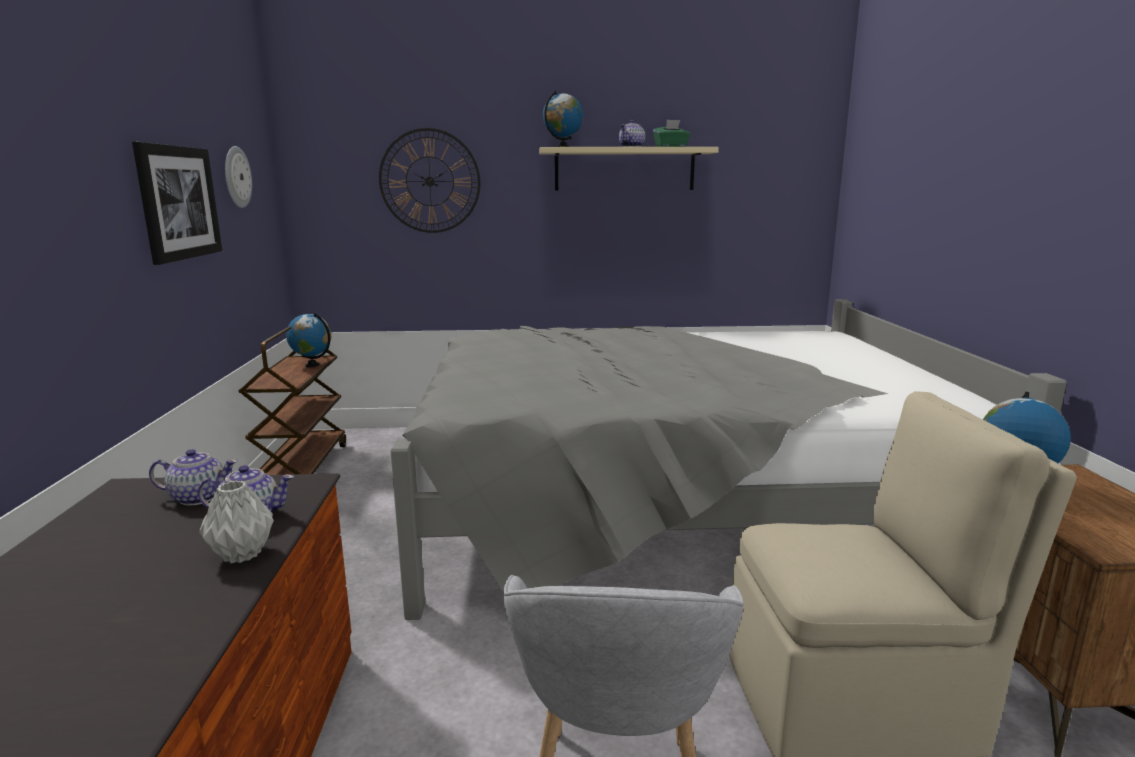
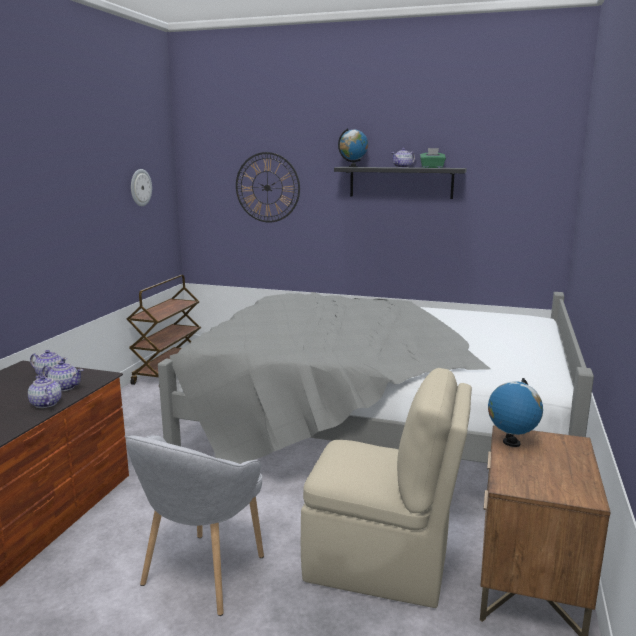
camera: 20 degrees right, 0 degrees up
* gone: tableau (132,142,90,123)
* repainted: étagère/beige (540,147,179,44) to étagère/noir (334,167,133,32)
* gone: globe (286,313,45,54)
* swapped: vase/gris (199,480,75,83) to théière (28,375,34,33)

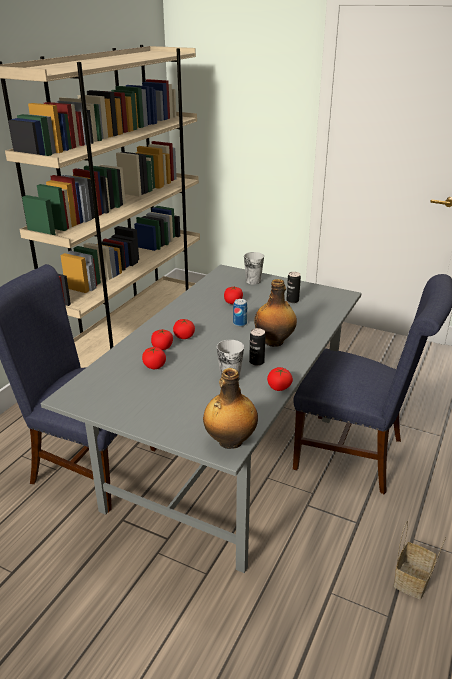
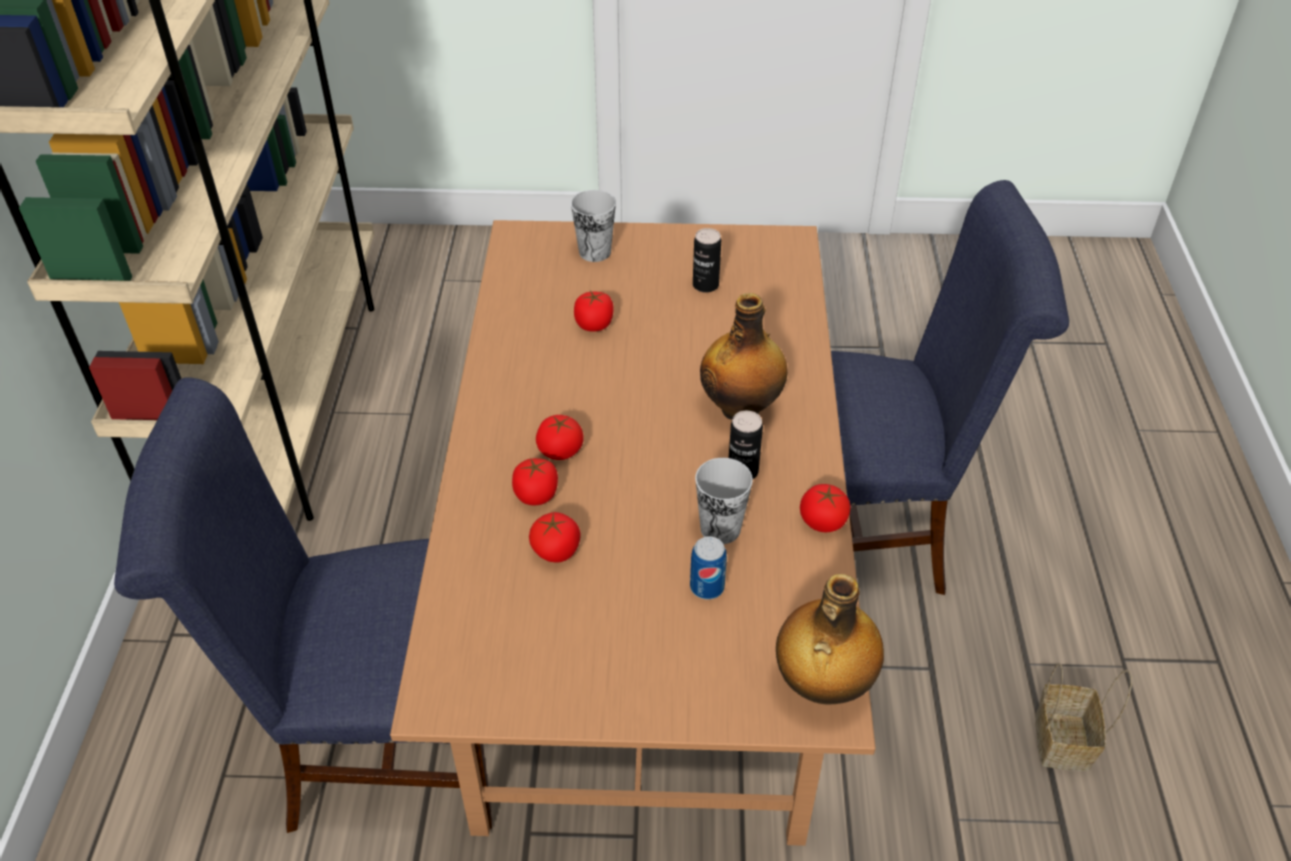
camera: 25 degrees left, 15 degrees up
* repainted: table à manger/gris (41,264,320,309) to table à manger/marron (390,220,486,626)
* shifted: boîte métallique (233,299,14,28) to (690,536,37,64)

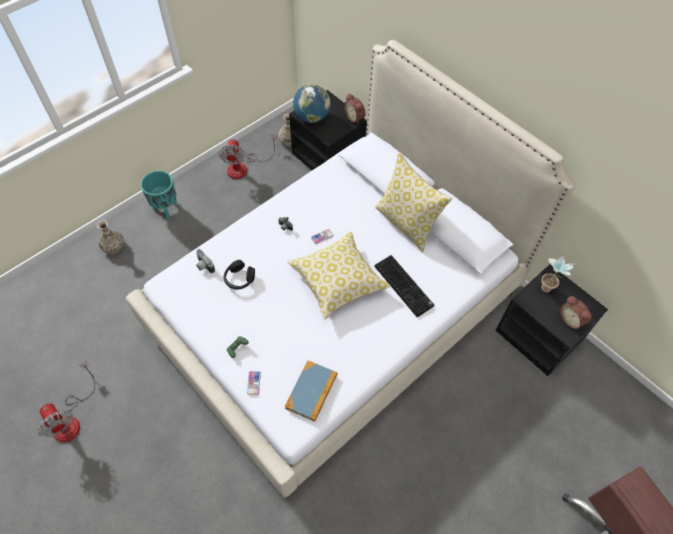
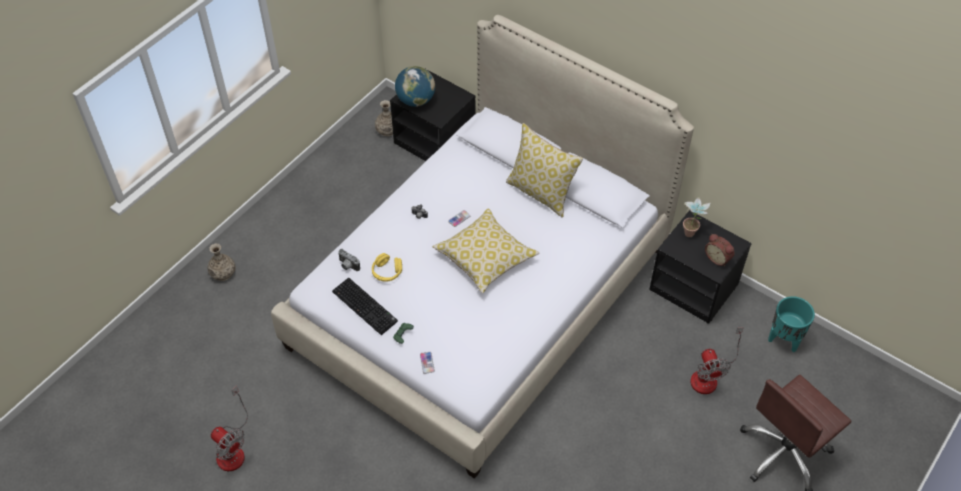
camera: 10 degrees left, 5 degrees down
* gone: réveil (344,94,22,30)
* shifted: ventilateur (219,134,58,45) to (690,327,54,67)
* shifted: cache-pot/turquoise (141,171,36,49) to (768,296,47,57)
* shifted: clavier (374,255,60,62) to (332,278,66,57)
* repainted: casque audio/noir (224,260,31,30) to casque audio/jaune (372,253,30,29)
* gone: livre (285,360,53,62)

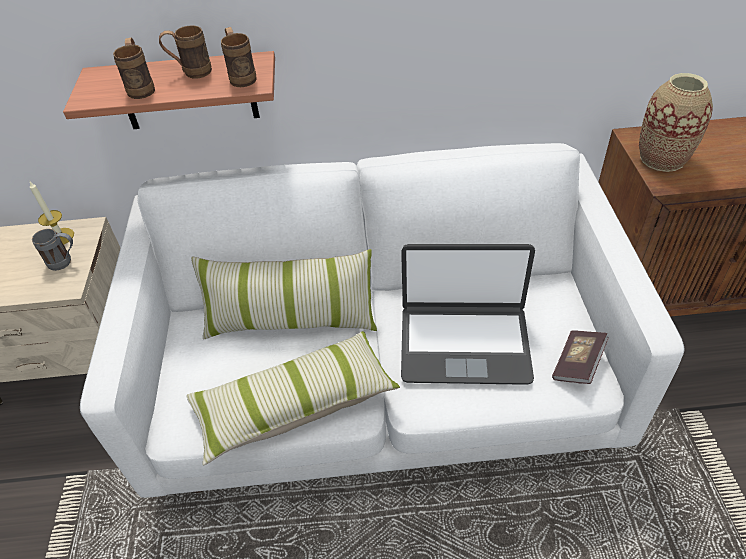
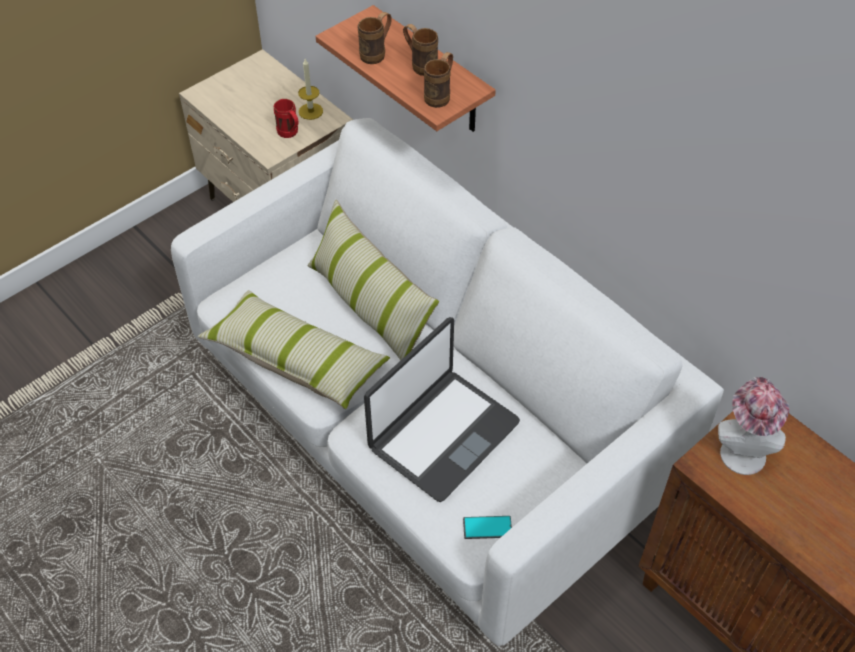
camera: 50 degrees right, 5 degrees up
* swapped: vase (639,73,74,99) to chapeau (718,377,71,98)
* repainted: mug/gris (32,229,41,42) to mug/rouge (274,99,25,39)
* rotated: ordinateur portable (401,244,134,141) = (364,317,156,185) 105 degrees counterclockwise
* swapped: livre (552,330,57,54) to téléphone (463,516,49,23)

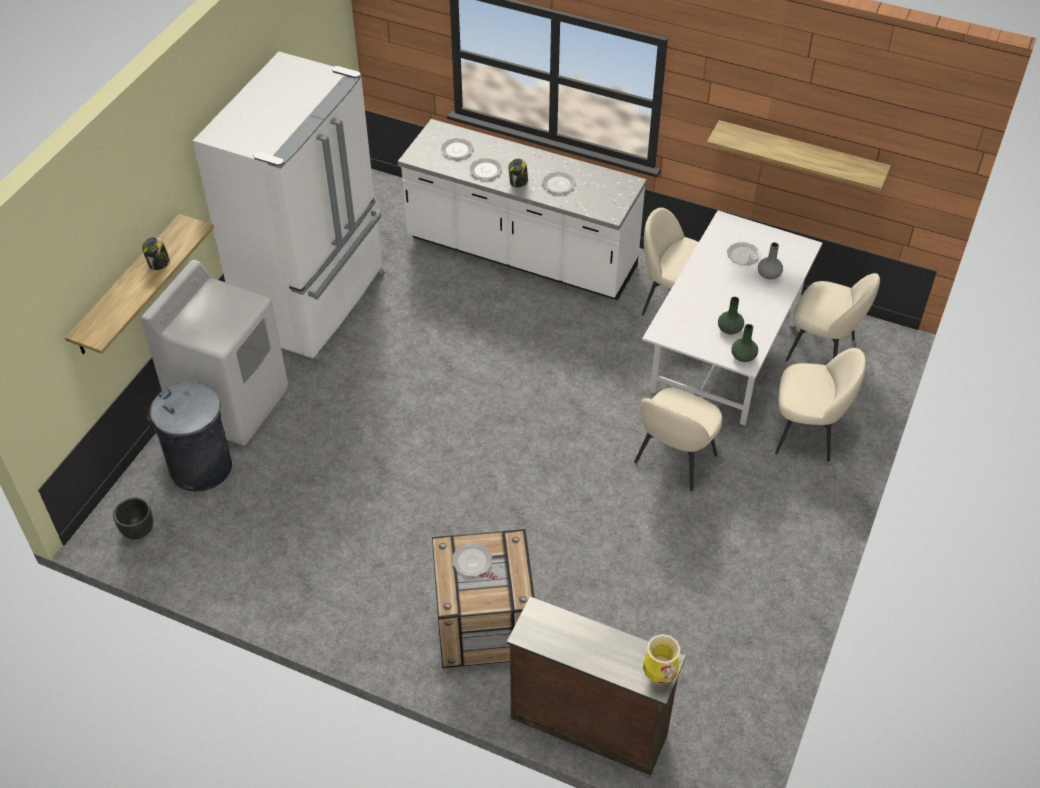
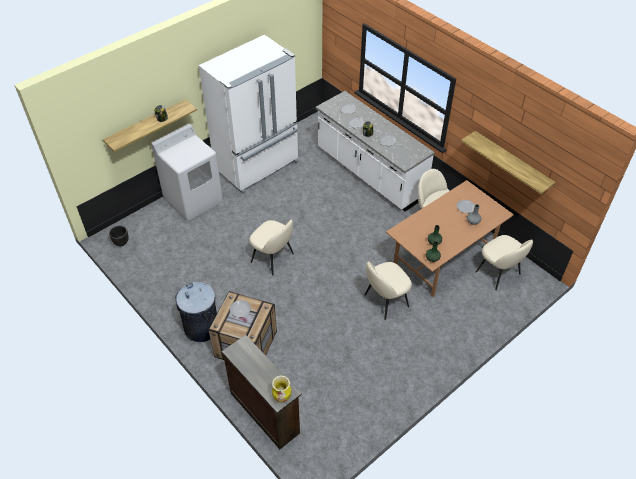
camera: 25 degrees right, 0 degrees up
* repainted: table à manger/blanc (642,210,180,215) to table à manger/marron (386,180,128,117)
* shifted: chaise/beige (775,348,91,114) to (249,219,45,56)
* shifted: poubelle/gris (146,382,86,109) to (175,282,42,60)

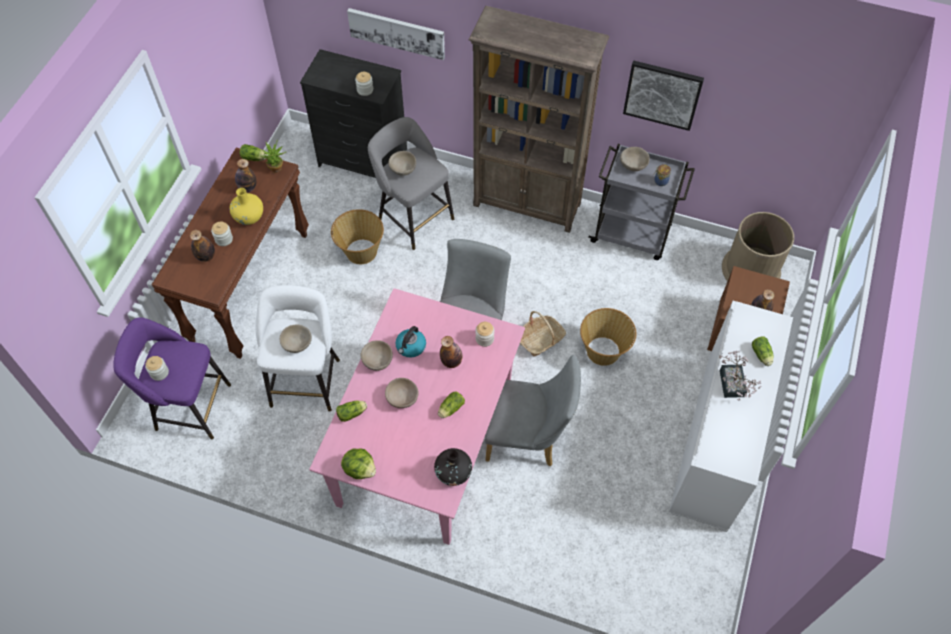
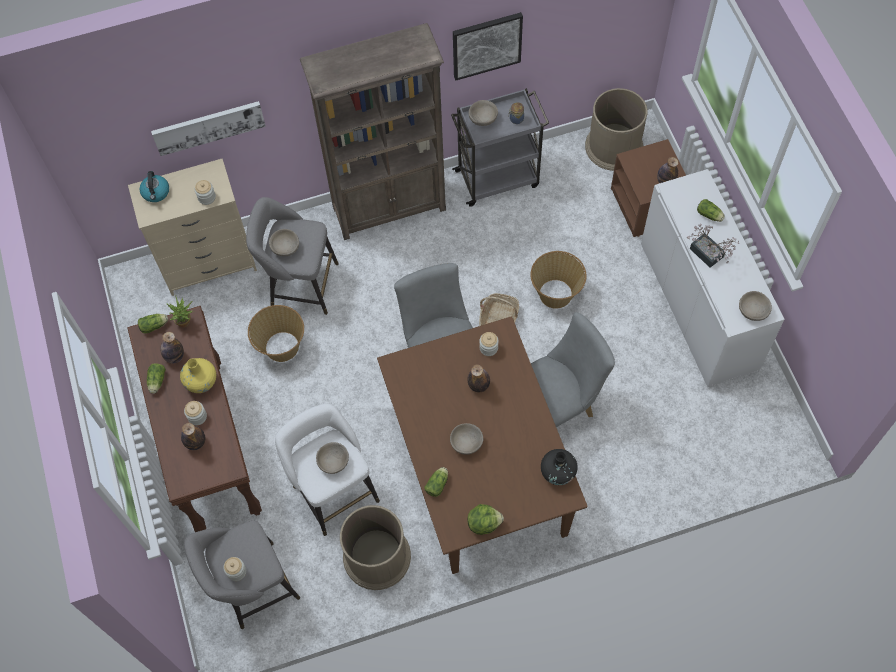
camera: 35 degrees left, 5 degrees up
* repainted: commode/noir (300,49,107,129) to commode/beige (128,159,129,137)
* repainted: table à manger/rose (309,288,216,257) to table à manger/marron (377,317,211,257)
* repainted: tabouret/violet (113,317,118,123) to tabouret/gris (184,520,116,109)
* shifted: bouilloire (396,326,30,32) to (140,171,29,31)
* shifted: bol/beige (361,340,32,31) to (739,291,33,30)
* shifted: laitue (438,391,27,27) to (147,363,19,31)
* new: poubelle/marron (340,505,71,85)

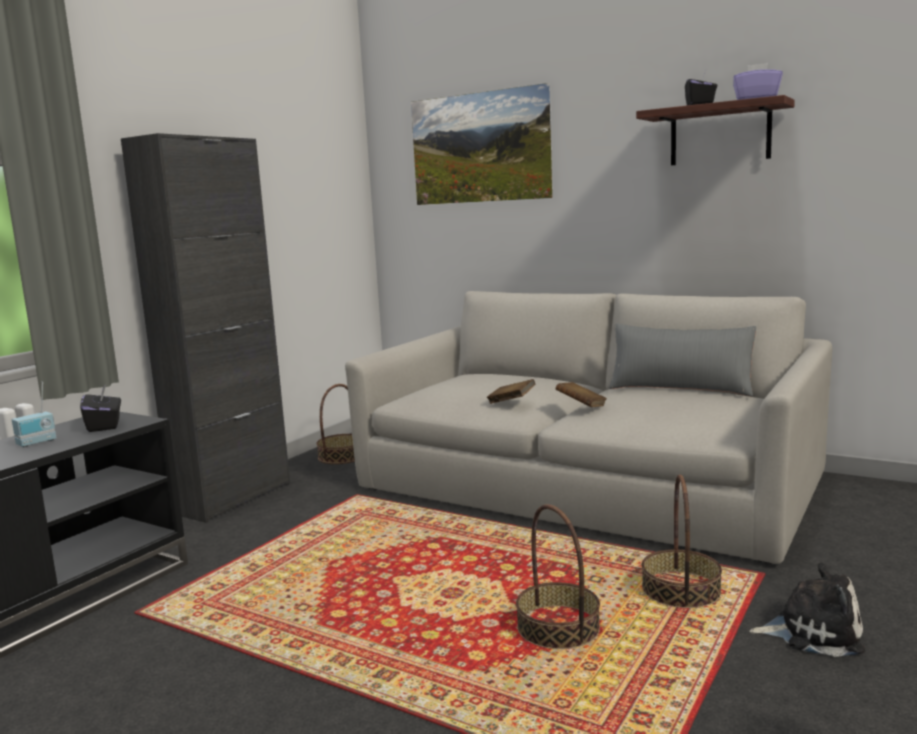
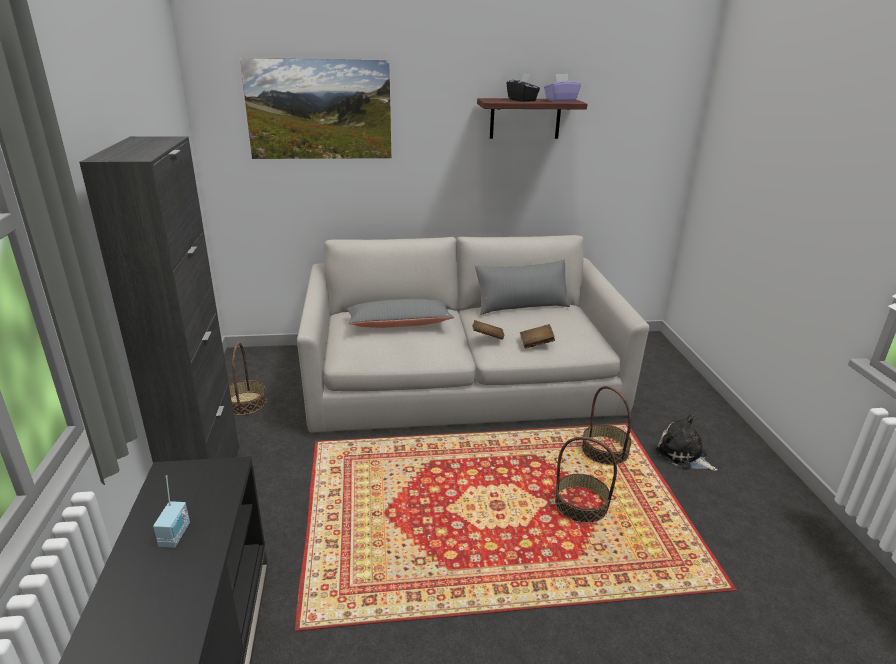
camera: 40 degrees left, 15 degrees up
* shifted: livre/marron (487,379,48,25) to (520,324,35,25)
* gone: boîte à mouchoirs/noir (80,383,41,49)
* rotated: peluche (750,562,115,95) = (655,414,63,57) 105 degrees counterclockwise
* new: coussin/gris (347,299,107,29)

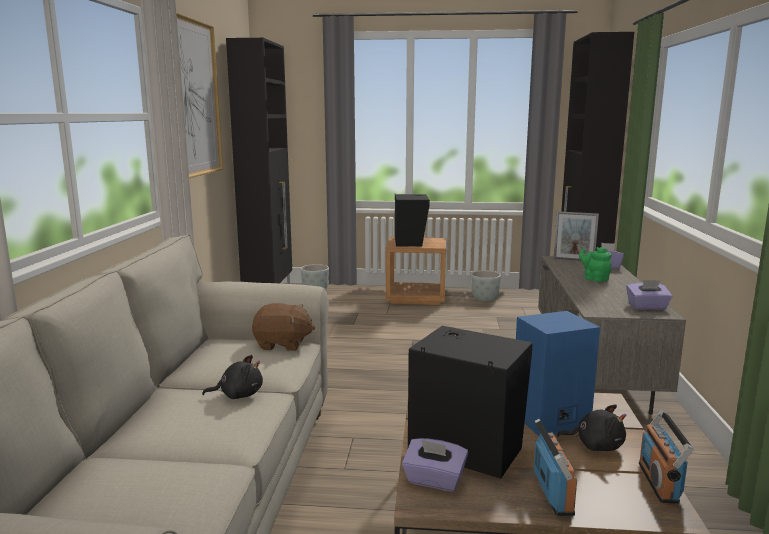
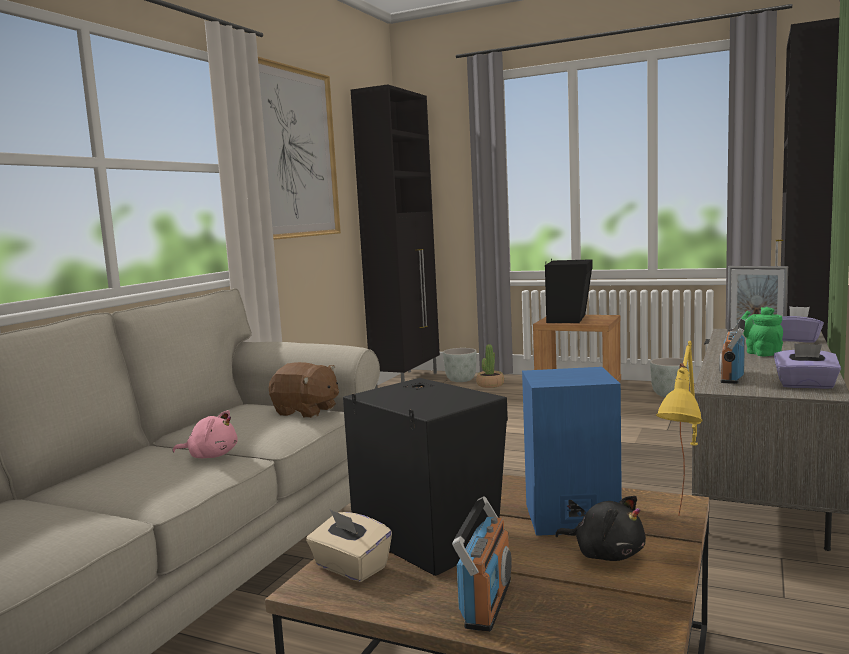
camera: 20 degrees right, 5 degrees down
* repainted: peluche/noir (202,355,61,44) to peluche/rose (172,410,66,48)
* shifted: radio (639,410,55,94) to (719,319,26,65)
* repainted: boîte à mouchoirs/violet (402,438,66,54) to boîte à mouchoirs/beige (306,509,86,73)
* new: lampe de table/jaune (656,341,47,175)
* new: plante en pot (476,344,28,44)

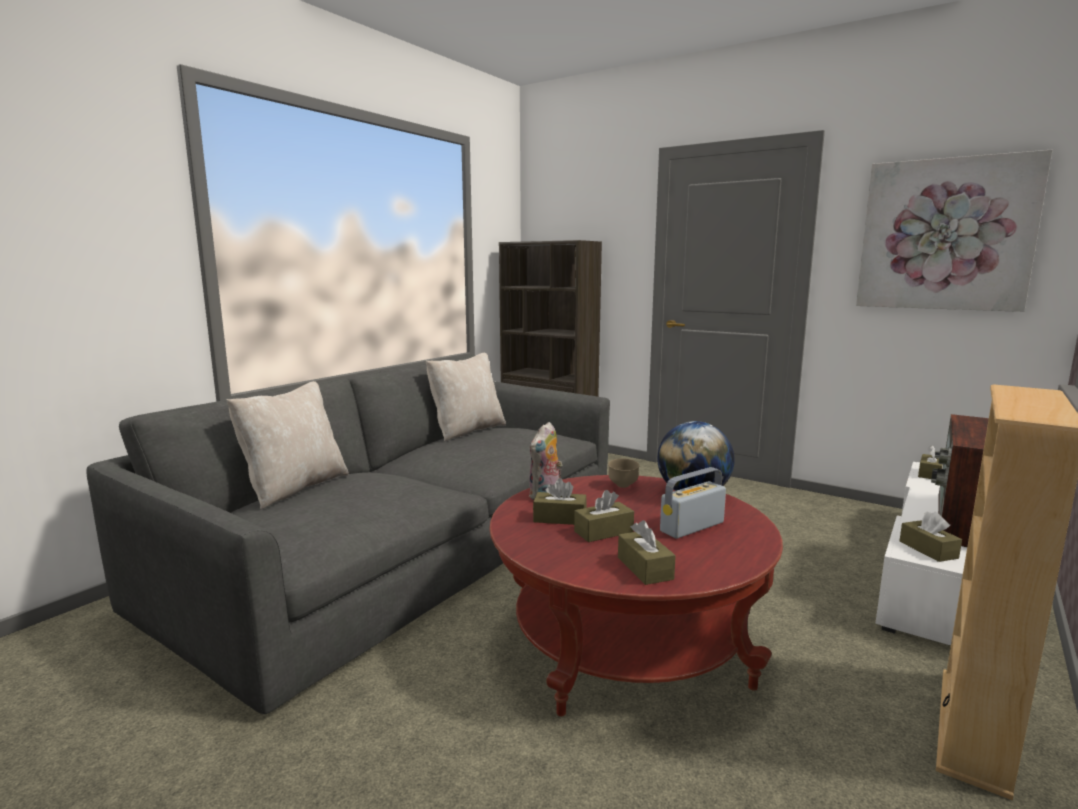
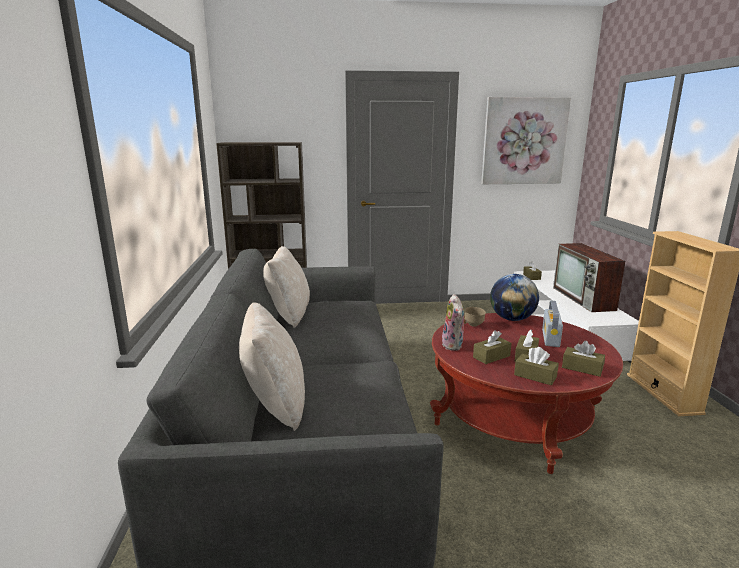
camera: 40 degrees left, 5 degrees up
* shifted: boîte à mouchoirs/marron (900,512,62,50) to (514,347,45,38)

